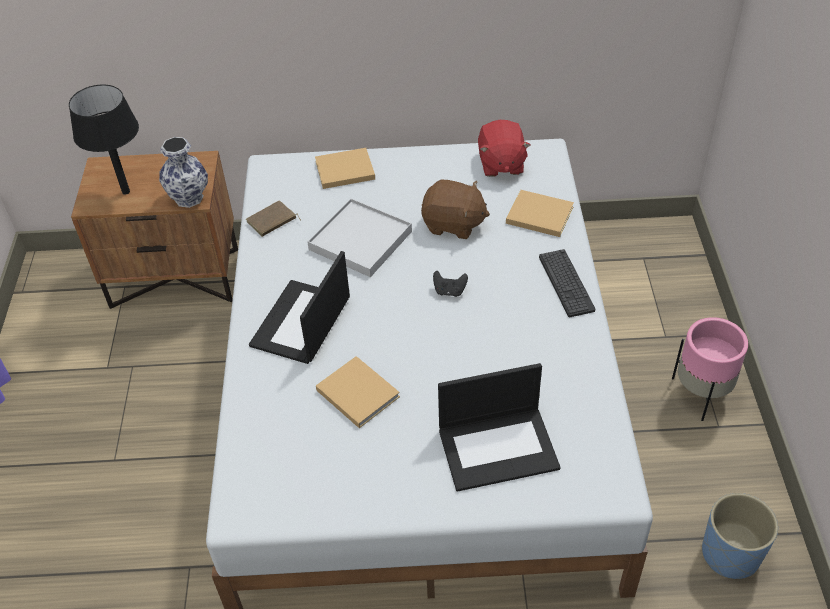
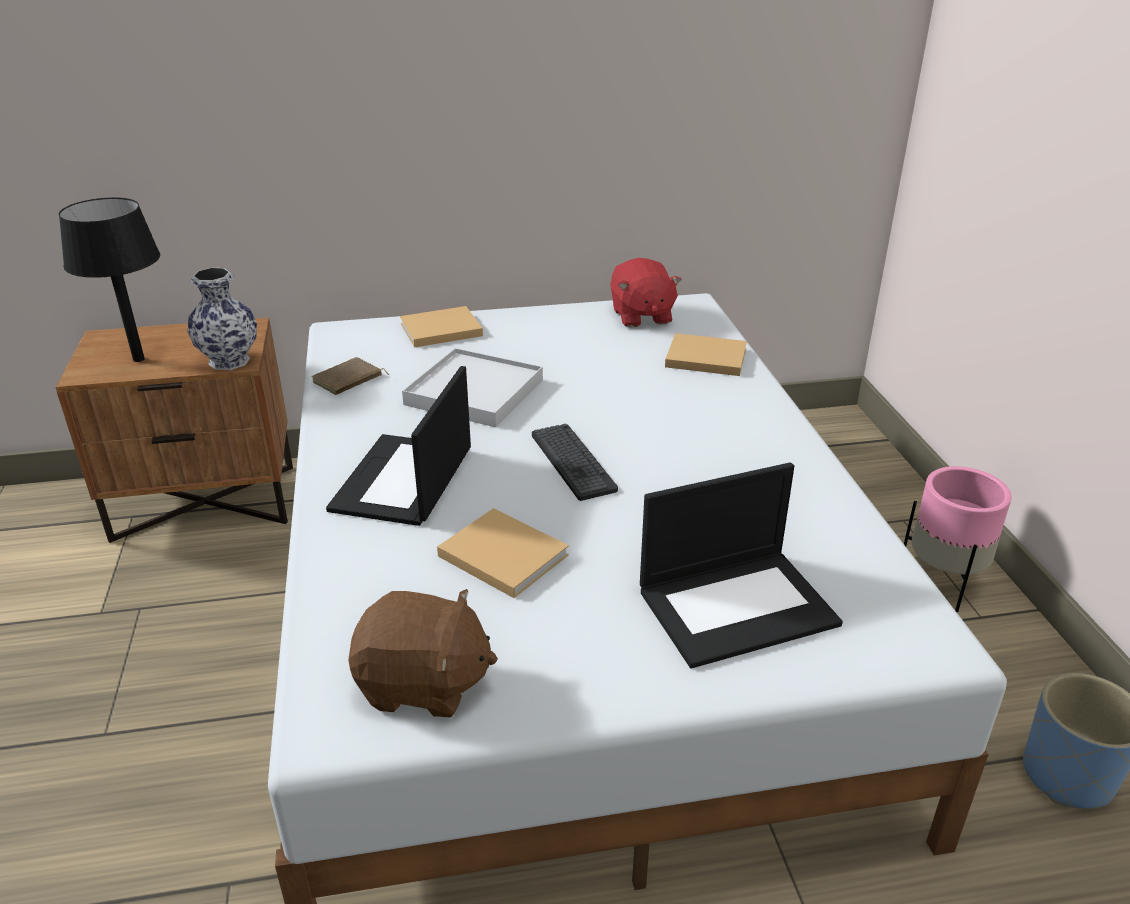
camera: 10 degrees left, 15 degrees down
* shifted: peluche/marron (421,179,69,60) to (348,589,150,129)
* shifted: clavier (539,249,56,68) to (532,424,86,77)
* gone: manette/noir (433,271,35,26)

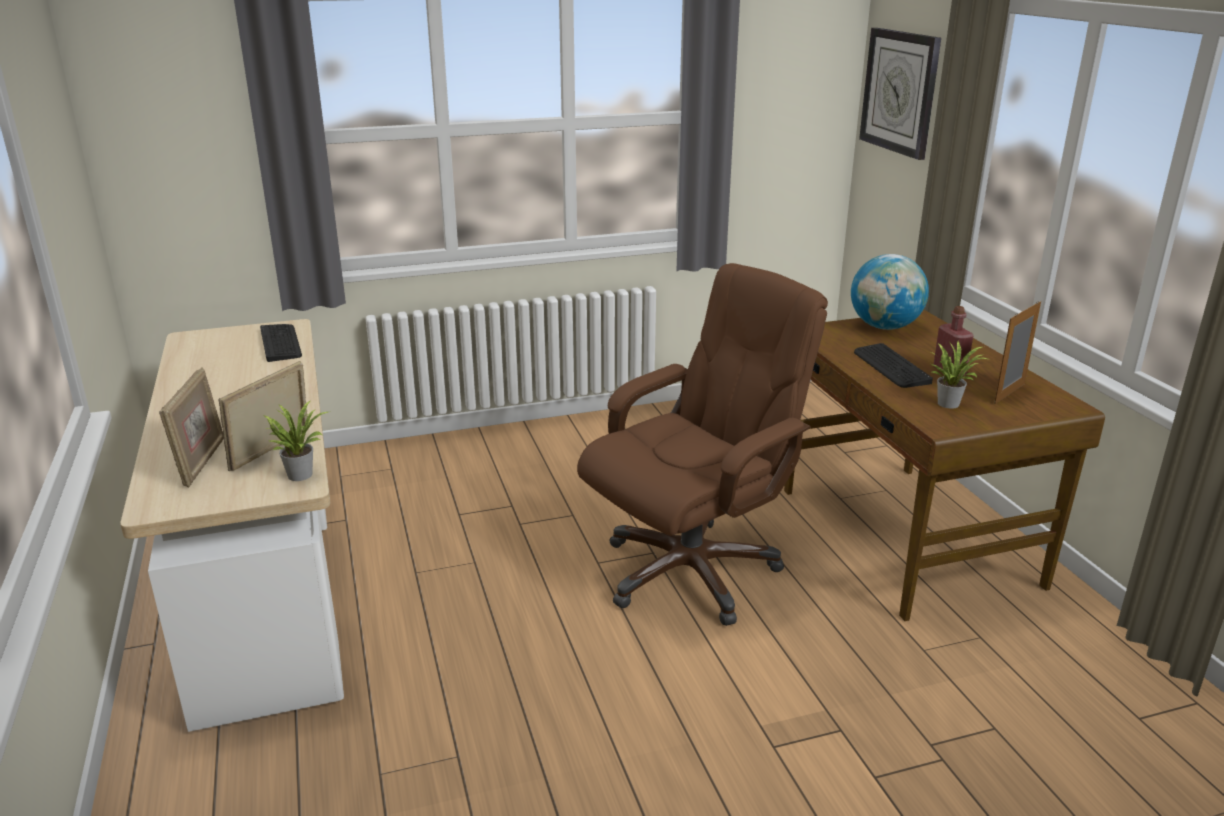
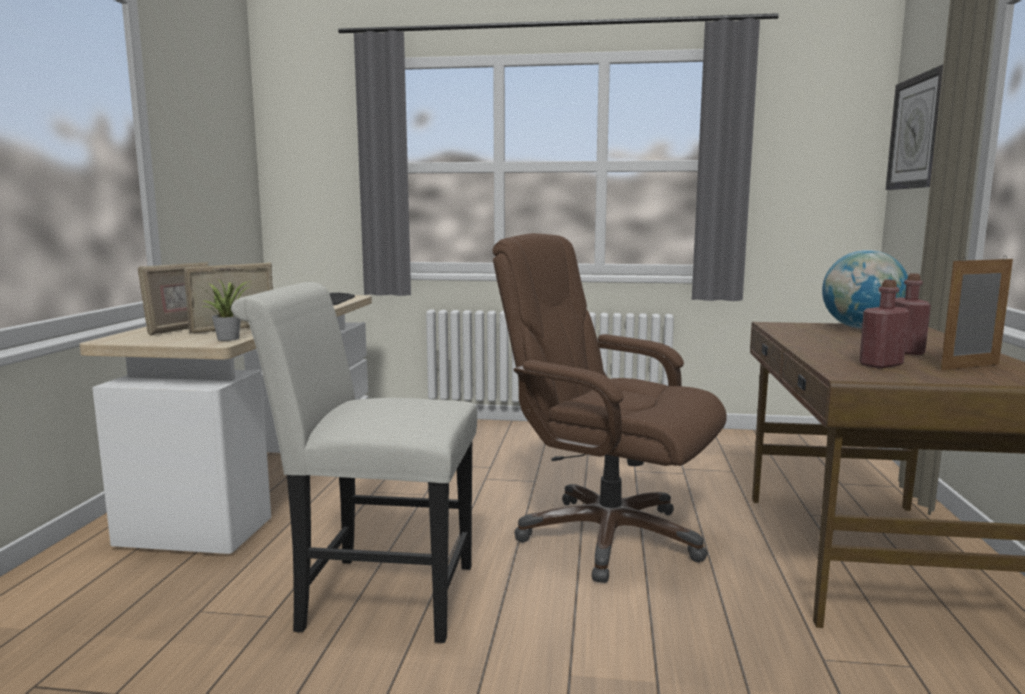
camera: 25 degrees right, 15 degrees down
* rotated: chaise de bureau/marron (577,263,251,363) = (493,233,234,350) 135 degrees counterclockwise
* swapped: plante en pot (931,341,57,68) to bouteille/rouge (859,280,50,88)
* gone: clavier (854,343,79,45)
* new: chaise/blanc (231,282,246,361)

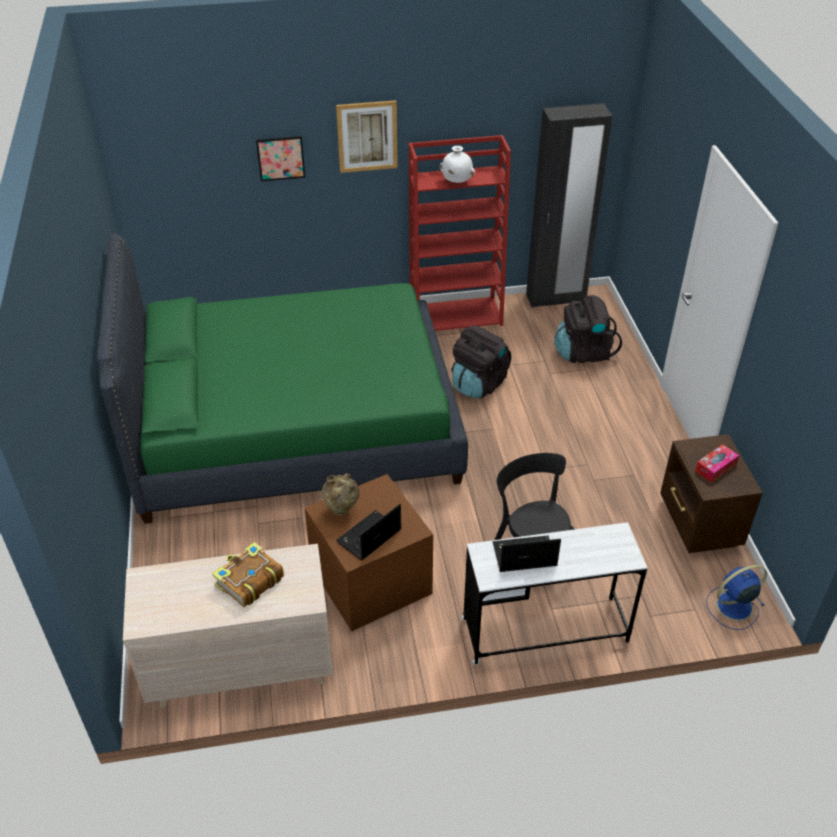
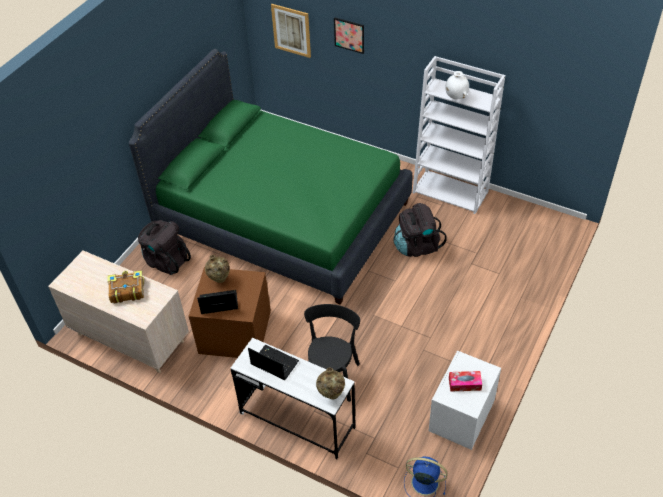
camera: 40 degrees right, 5 degrees up
* shifted: tableau (336,100,62,73) to (271,4,40,54)
* gone: armoire/noir (526,103,86,205)
* repainted: bibliothèque/rouge (409,135,102,196) to bibliothèque/blanc (413,56,92,158)
* shifted: sac à dos/noir (554,295,68,68) to (138,220,53,55)
* repainted: table de chevet/marron (660,434,103,119) to table de chevet/blanc (429,351,72,99)
* new: vase/beige (316,368,29,31)

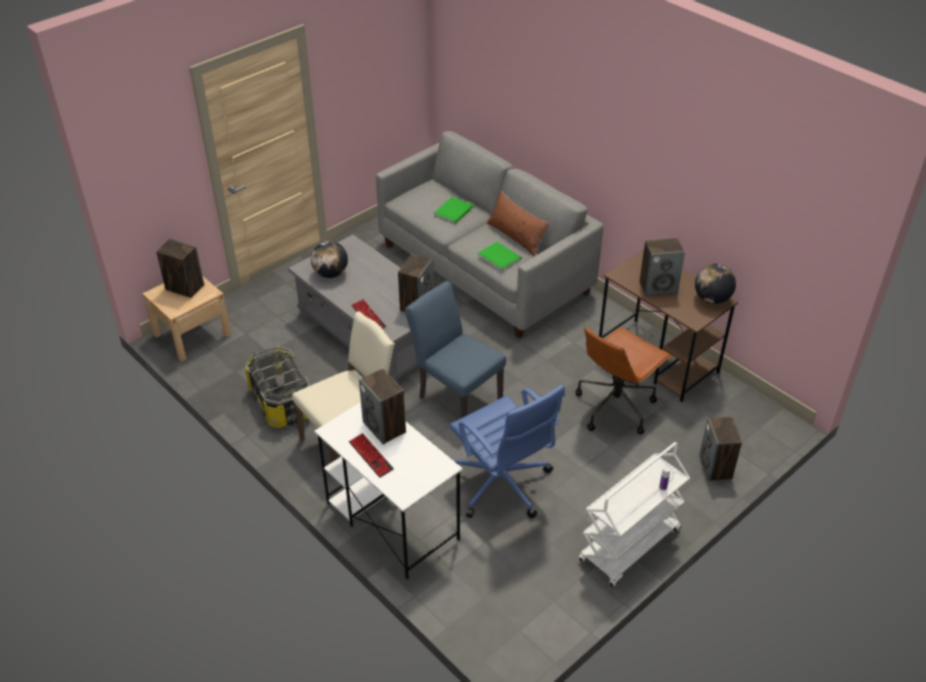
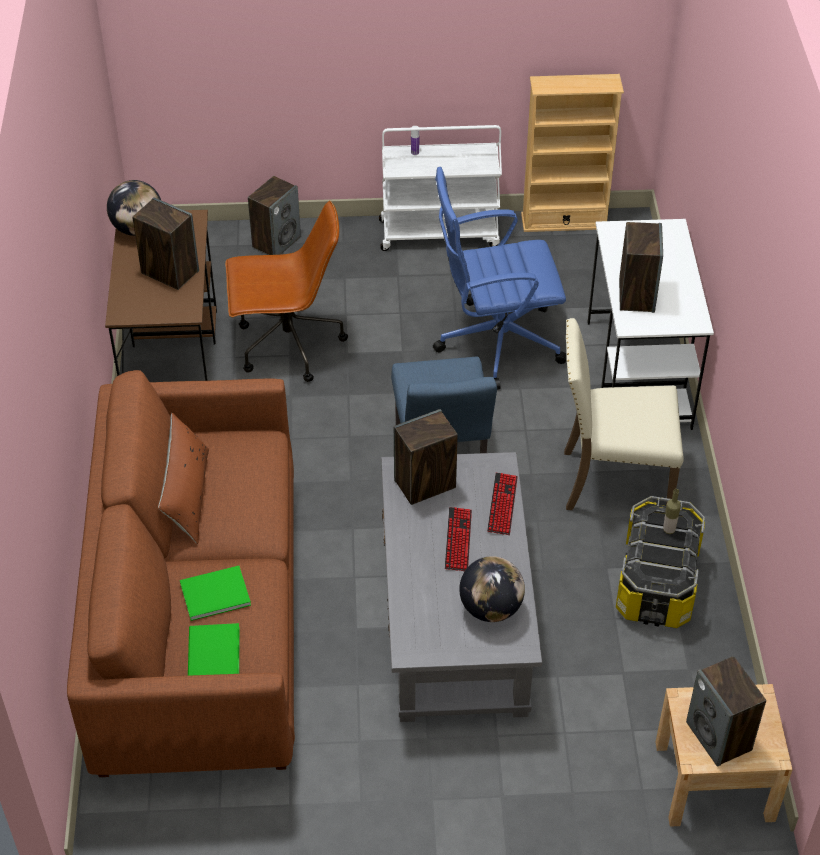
camera: 140 degrees left, 5 degrees up
* repainted: canapé/gris (376,131,227,207) to canapé/marron (67,370,228,407)
* shifted: livre/vert (478,242,43,29) to (188,623,51,53)
* rotated: chaise de bureau/bleu (450,384,115,134) = (433,167,134,223) 105 degrees counterclockwise
* shifted: clavier (349,433,45,45) to (445,507,27,64)
* new: bibliothèque/beige (521,74,103,158)

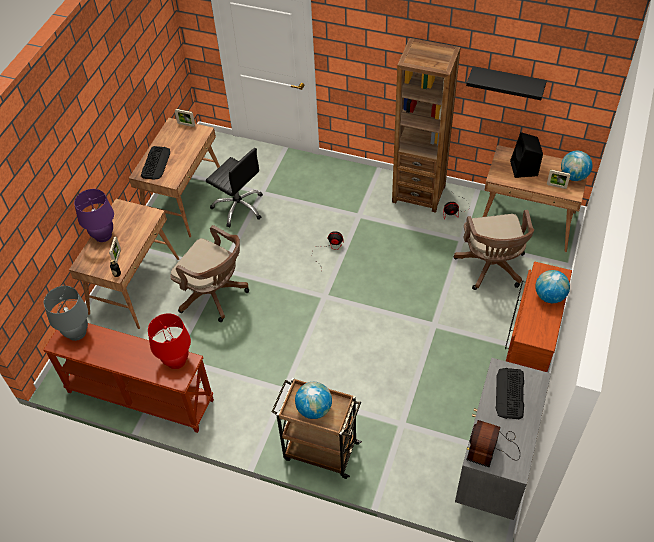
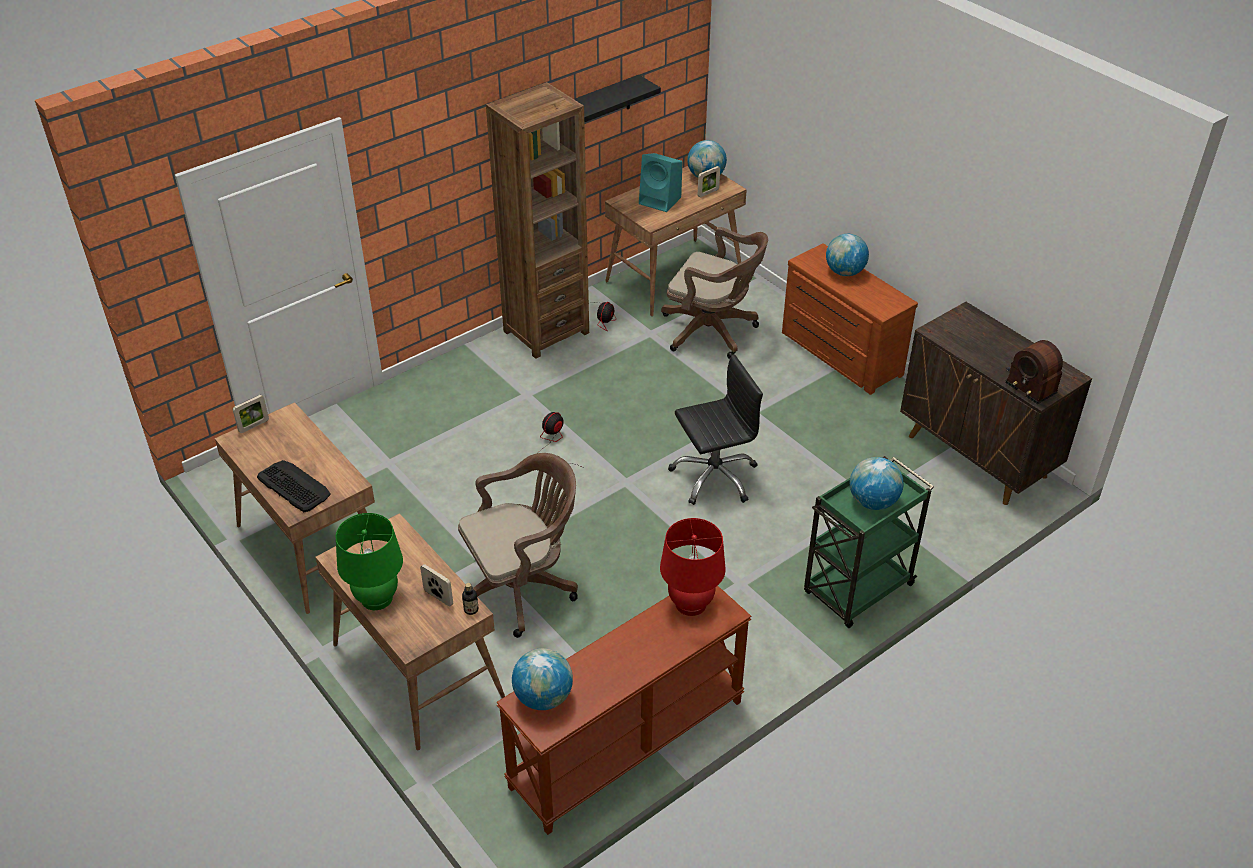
camera: 60 degrees left, 10 degrees down
* repainted: enceinte/noir (510,132,33,46) to enceinte/turquoise (639,153,43,59)
* shifted: chaise de bureau/noir (206,148,57,79) to (668,354,95,151)
* repainted: lampe de table/violet (74,189,40,53) to lampe de table/vert (336,513,67,97)
* swapped: lampe de table/gris (44,286,44,55) to globe (512,648,61,62)
* repainted: meuble de rangement/gris (455,358,96,162) to meuble de rangement/marron (900,302,192,203)
* gone: clavier (496,368,28,51)
* repainted: chariot/marron (272,378,90,101) to chariot/vert (804,456,130,172)

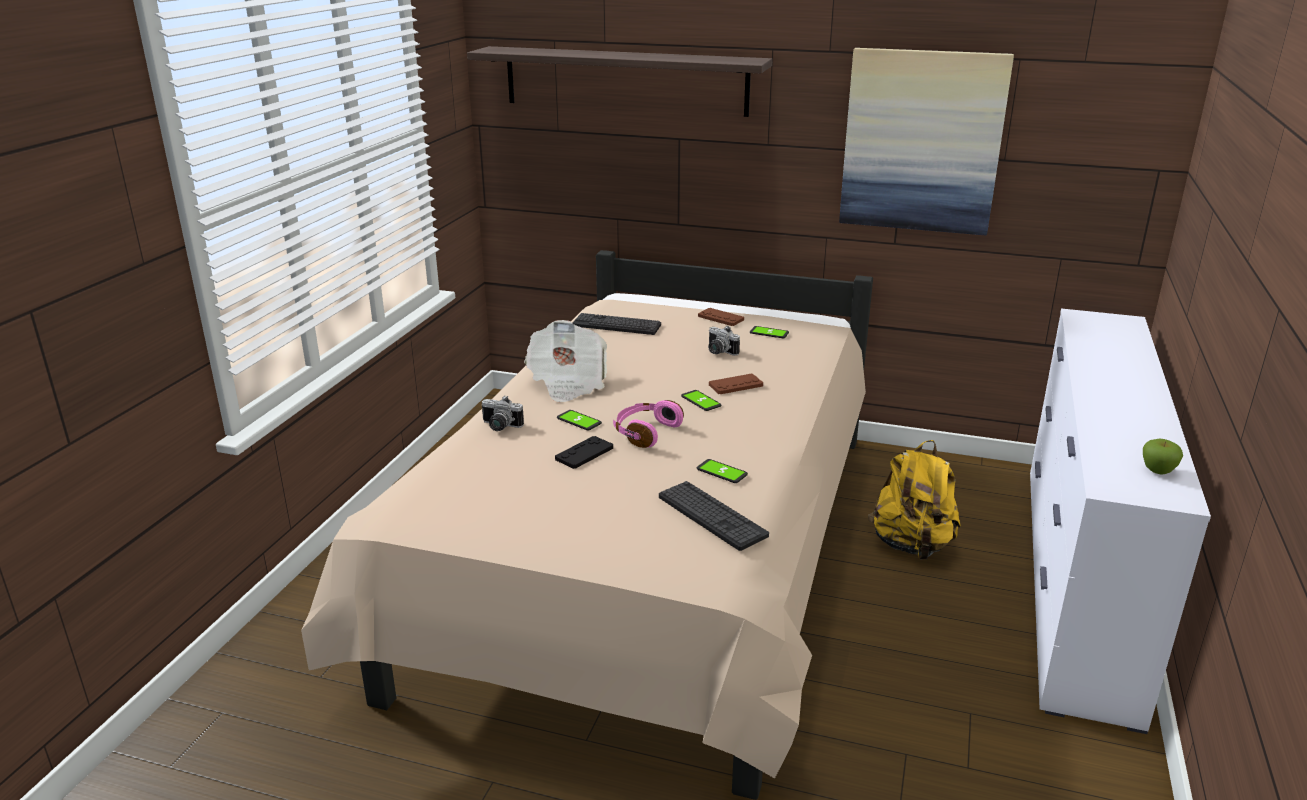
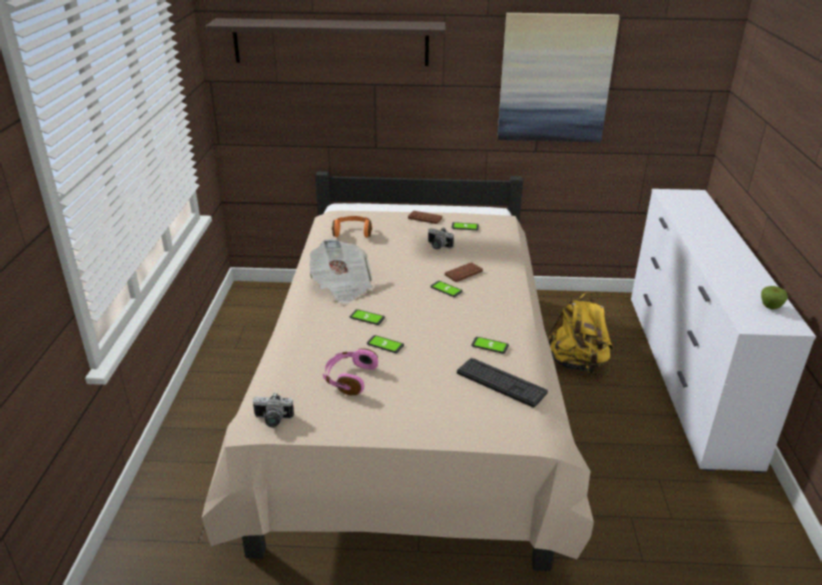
camera: 15 degrees left, 5 degrees up
* swapped: clavier (572,313,89,22) to casque audio/orange (332,216,40,22)
* shifted: appareil photo (481,396,43,35) to (253,393,41,34)
* shifted: casque audio/rose (613,400,71,48) to (323,348,55,47)
* swapped: manette/noir (555,436,58,33) to téléphone (367,335,37,18)

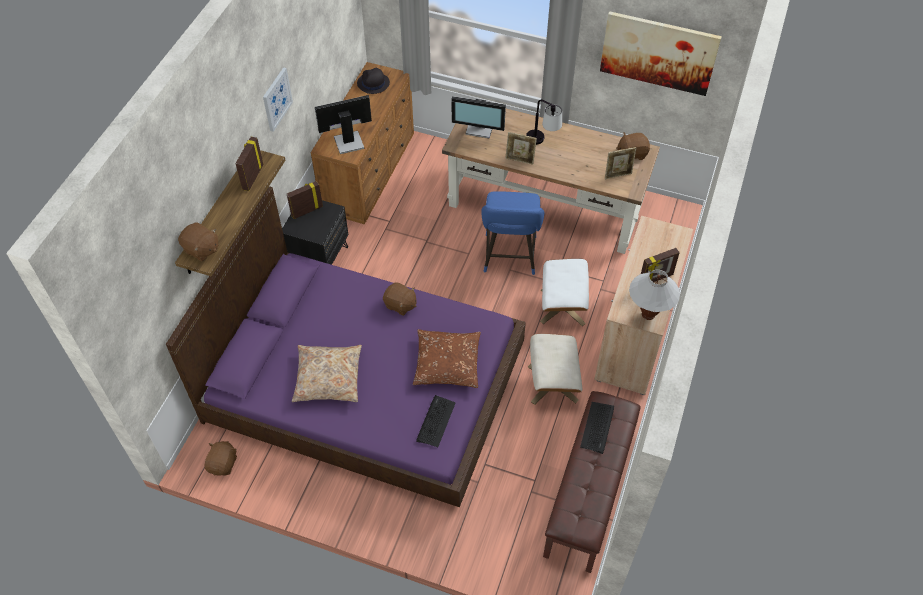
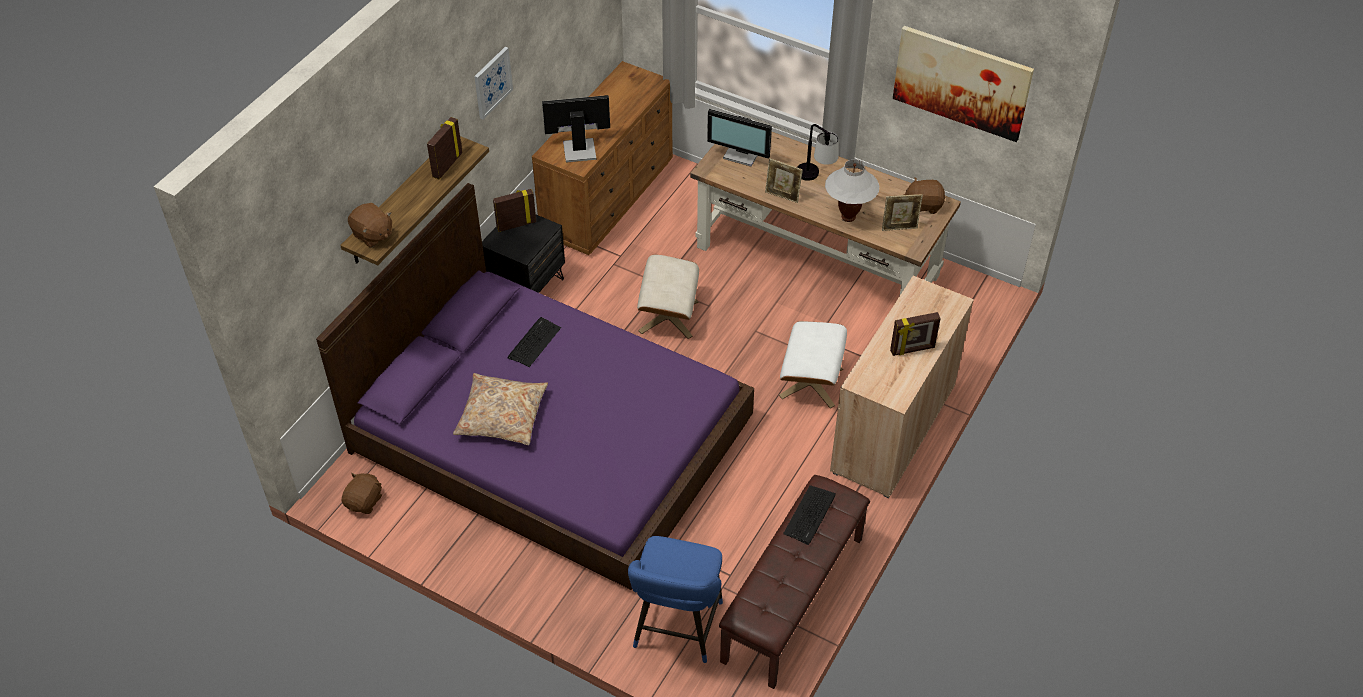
camera: 10 degrees right, 5 degrees down
* gone: chapeau/noir (357,68,33,26)
* shifted: tabouret/bleu (481,191,63,84) to (628,536,95,127)
* shifted: lampe de table/blanc (629,270,51,50) to (825,159,54,63)
* gone: peluche/marron (383,282,34,34)
* gone: coussin/marron (413,329,68,59)
* shifted: pouf/beige (528,334,54,71) to (637,254,62,85)
* shifted: clavier (416,395,40,52) to (507,317,54,50)

